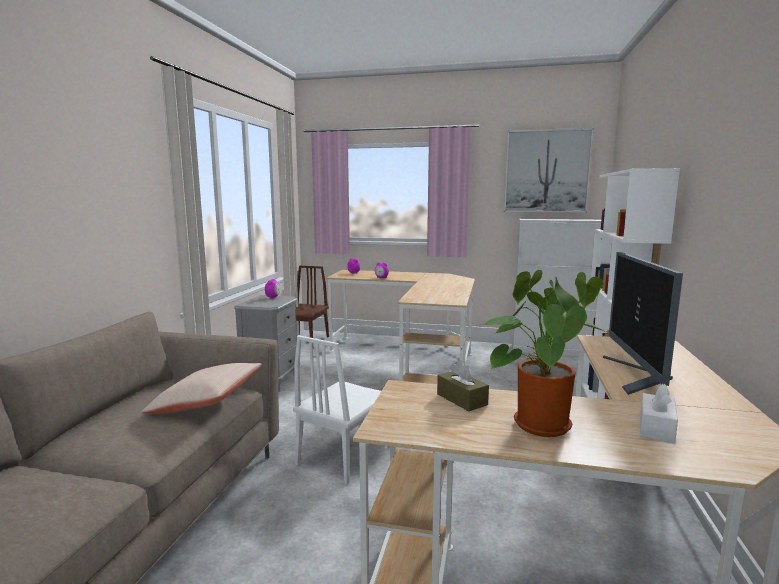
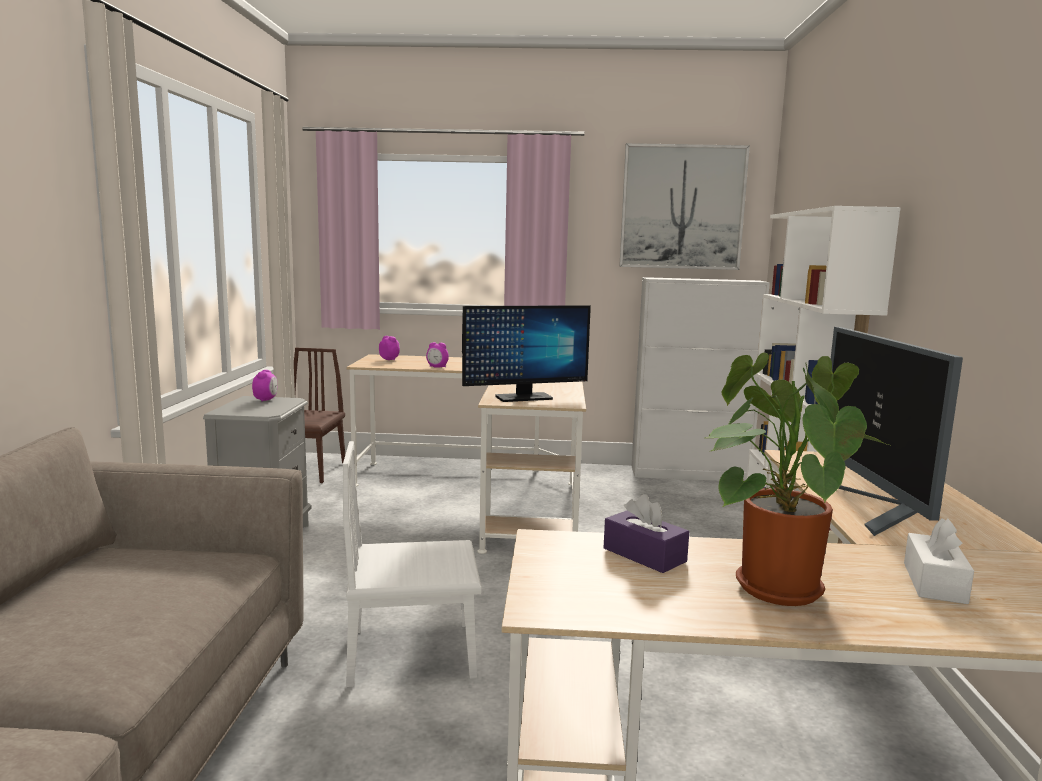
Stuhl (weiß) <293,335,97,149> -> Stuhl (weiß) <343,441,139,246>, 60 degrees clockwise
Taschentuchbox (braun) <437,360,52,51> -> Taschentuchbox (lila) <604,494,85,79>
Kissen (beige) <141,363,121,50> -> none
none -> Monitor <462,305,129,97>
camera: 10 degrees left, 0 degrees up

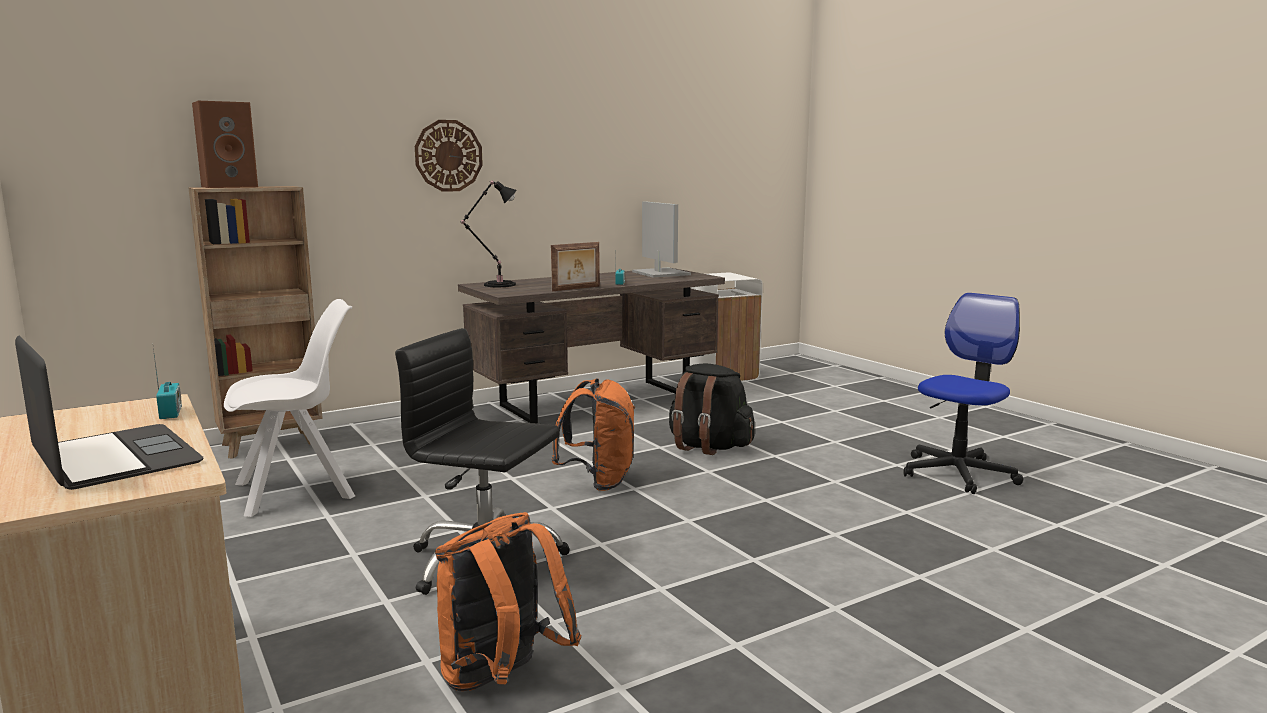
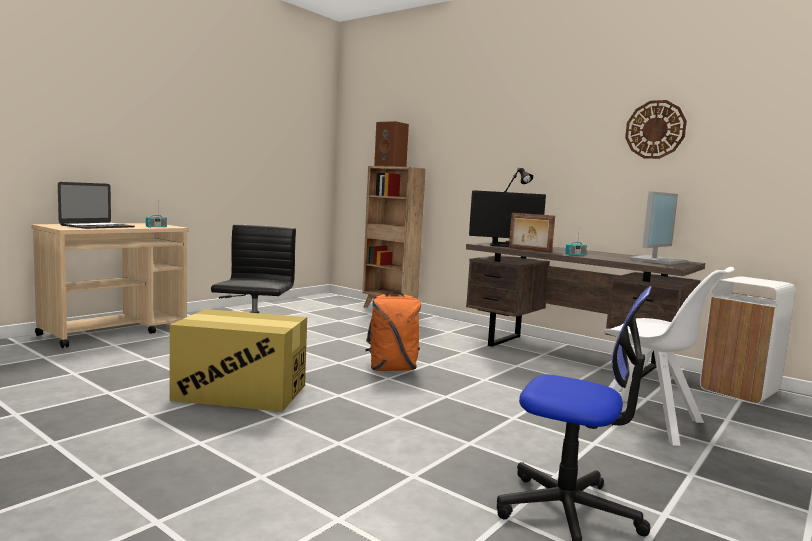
Wanduhr <415,120,68,72> -> Wanduhr <625,100,62,59>, shifted
Stuhl (weiß) <224,299,131,218> -> Stuhl (weiß) <602,267,133,179>, shifted
Rucksack (schwarz) <669,364,86,91> -> none
Rucksack (orange) <435,512,146,179> -> none
none -> Monitor <469,190,77,57>
none -> Karton <170,309,137,103>
camera: 70 degrees right, 5 degrees down

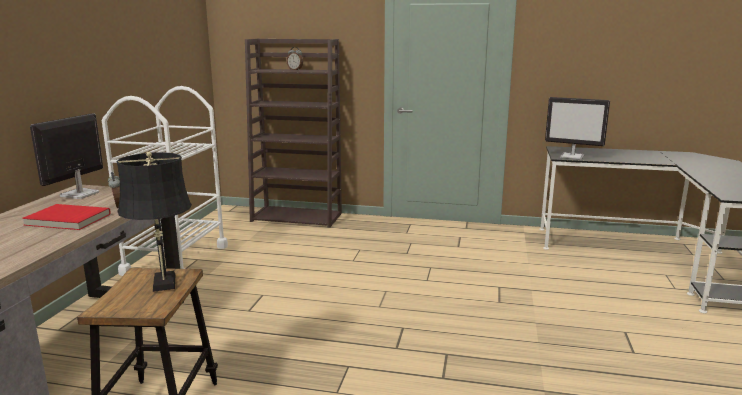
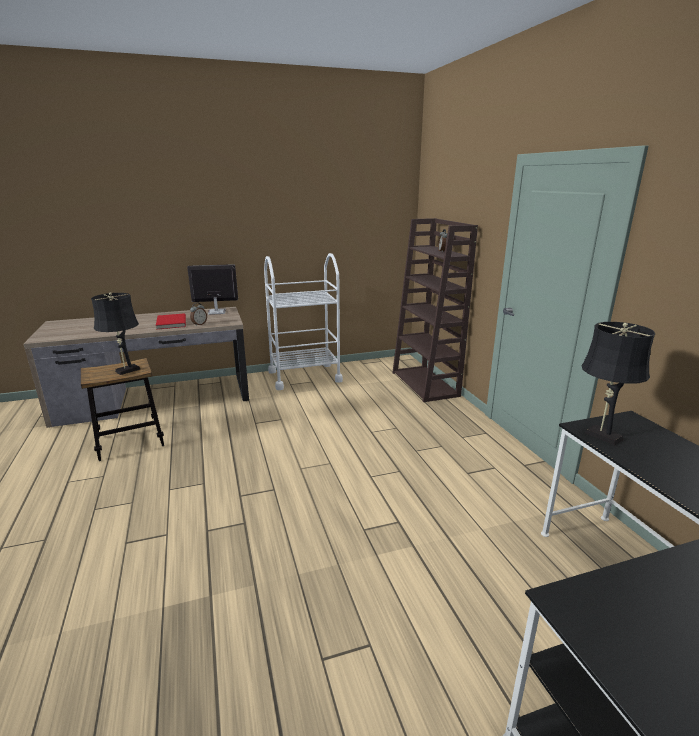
Monitor <545,97,65,62> -> Tischlampe (schwarz) <581,322,75,124>
camera: 60 degrees right, 5 degrees up

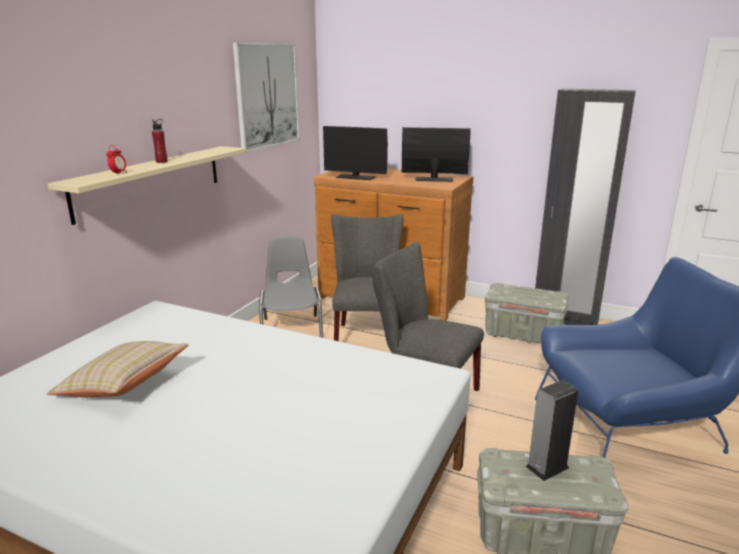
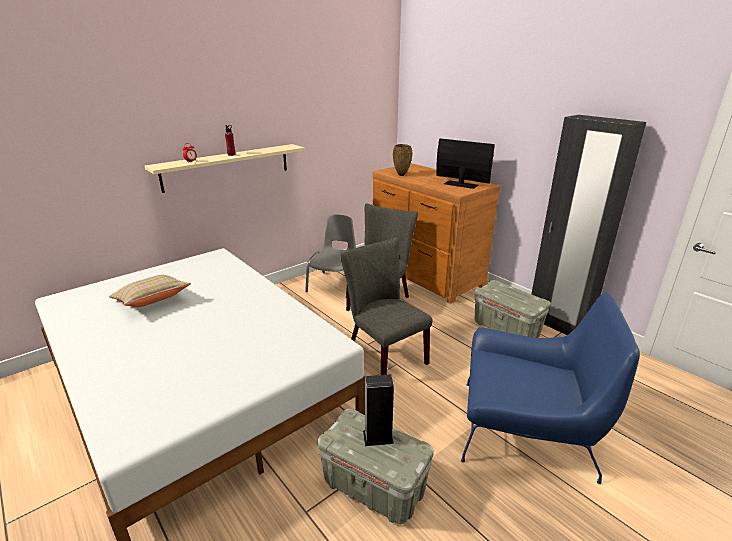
Bild <233,42,67,111> -> none
Monitor <323,126,65,54> -> Vase (braun) <393,144,19,32>
camera: 25 degrees right, 5 degrees up

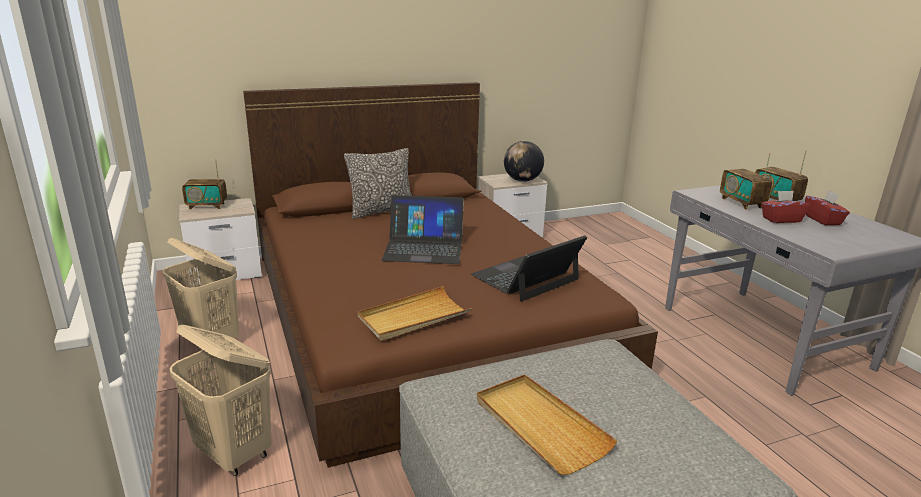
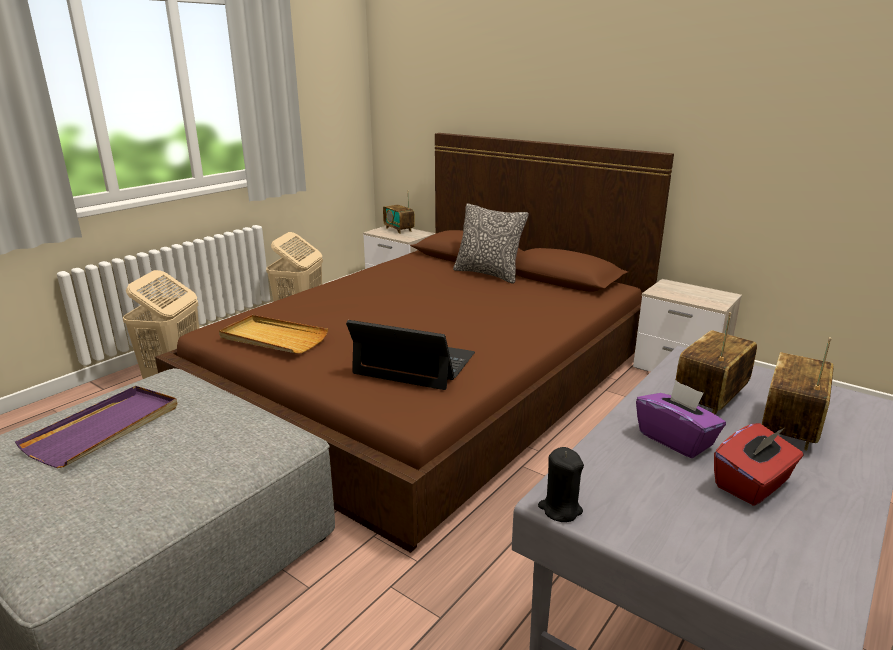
Globus <504,141,40,41> -> none
Taschentuchbox (rot) <761,191,49,32> -> Taschentuchbox (lila) <636,380,90,78>
Laptop <382,195,82,69> -> none
Tablett (beige) <476,374,141,101> -> Tablett (lila) <15,386,162,82>
none -> Kerze (schwarz) <538,447,46,75>
camera: 60 degrees right, 0 degrees up

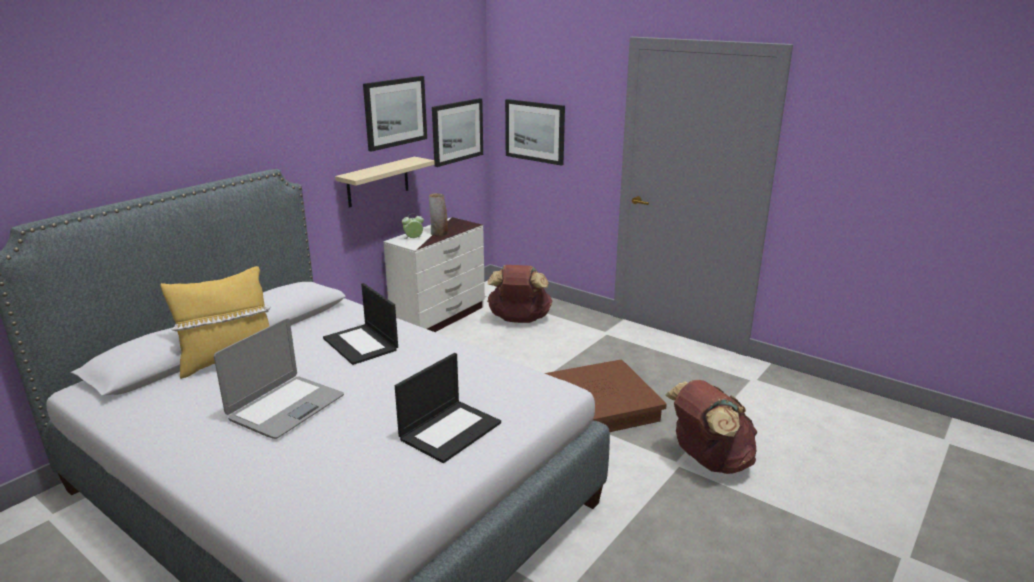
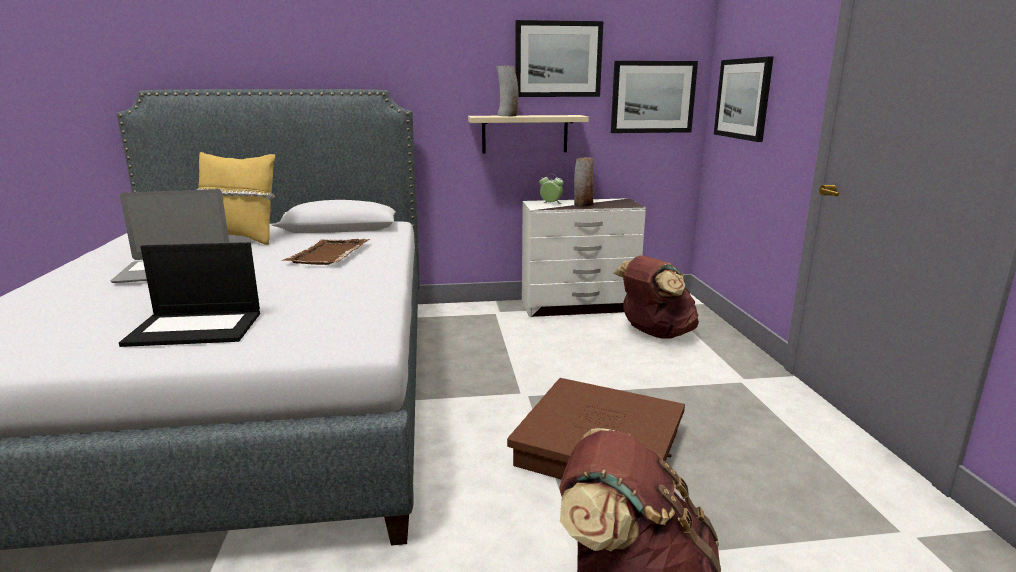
Laptop <323,283,75,82> -> Tablett (braun) <282,239,88,26>
none -> Vase <496,66,23,50>
camera: 45 degrees right, 5 degrees down

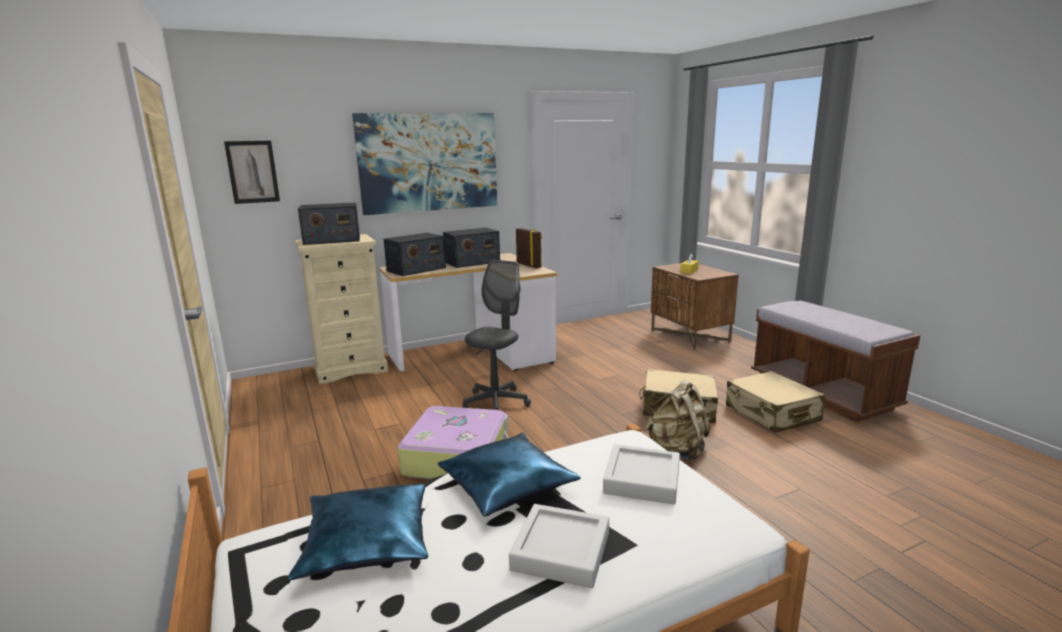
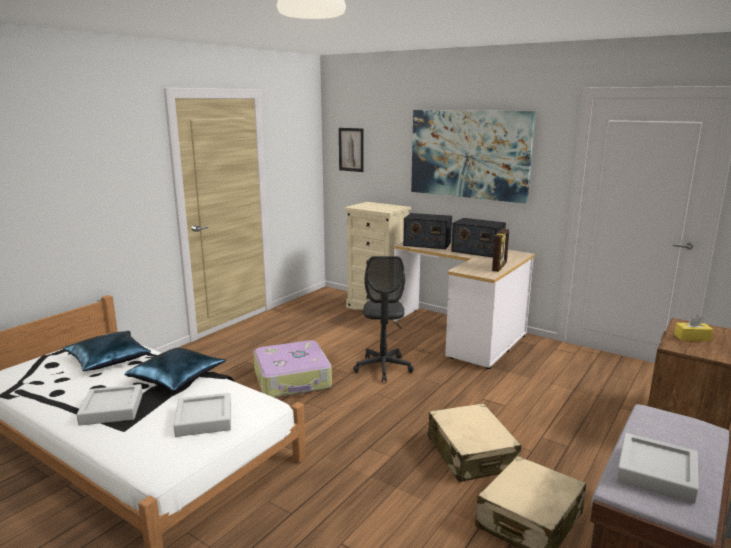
Radio <298,202,62,43> -> none
Bürostuhl (grau) <463,260,68,150> -> Bürostuhl (grau) <353,256,61,126>, 90 degrees clockwise
Rucksack (beige) <645,381,66,80> -> none
none -> Tablett (grau) <616,433,82,71>
camera: 60 degrees right, 0 degrees up

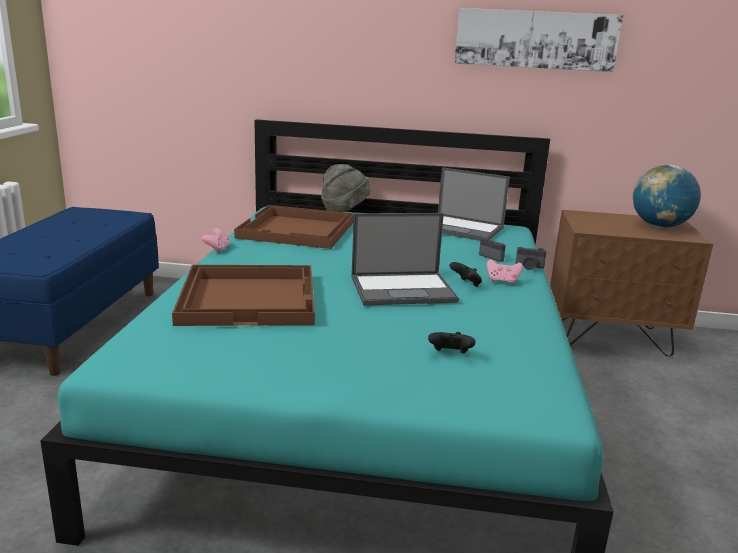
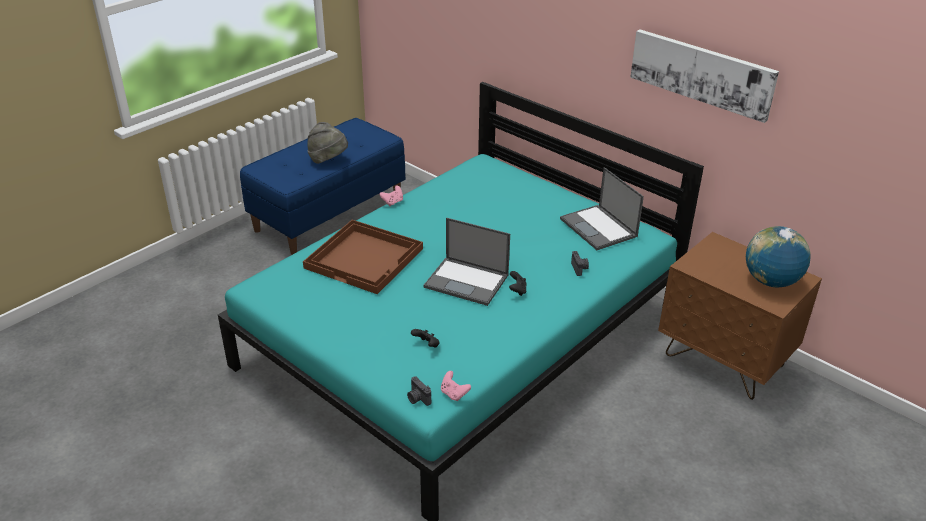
Hut (grau) <321,164,49,48> -> Hut (grau) <307,122,41,42>, shifted
Tablett (braun) <234,205,120,44> -> none
Kamera <515,247,32,23> -> Kamera <407,376,24,30>, shifted
Gamepad (rosa) <487,259,36,26> -> Gamepad (rosa) <441,371,30,30>, shifted
camera: 35 degrees right, 15 degrees up

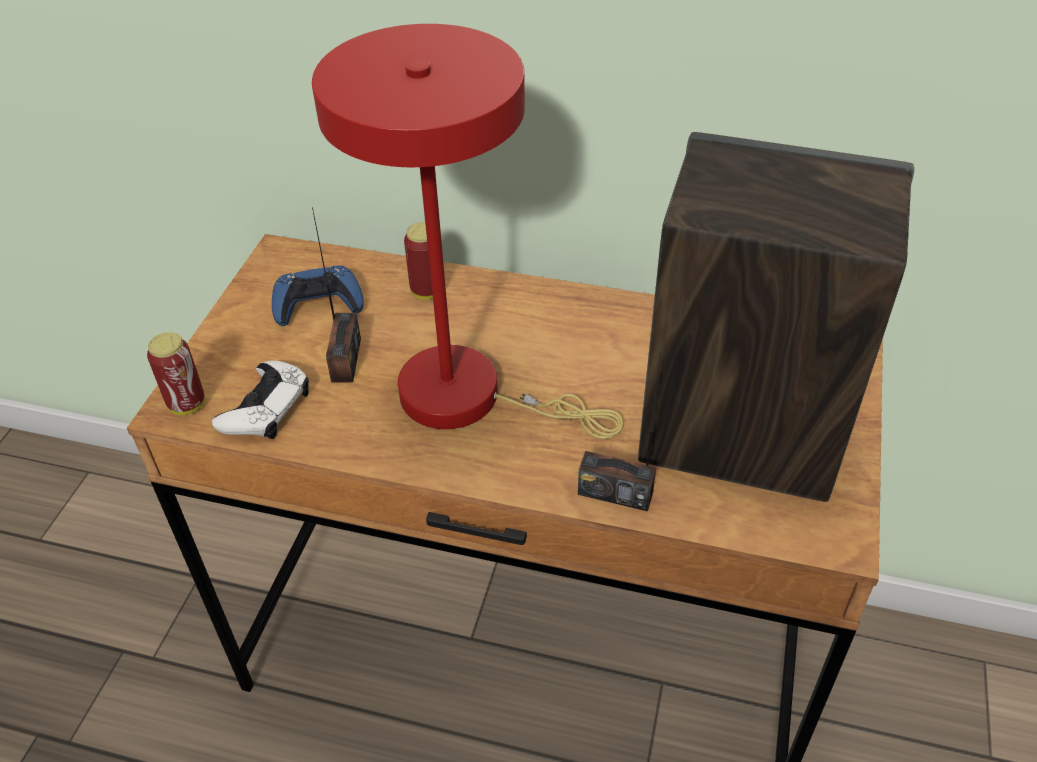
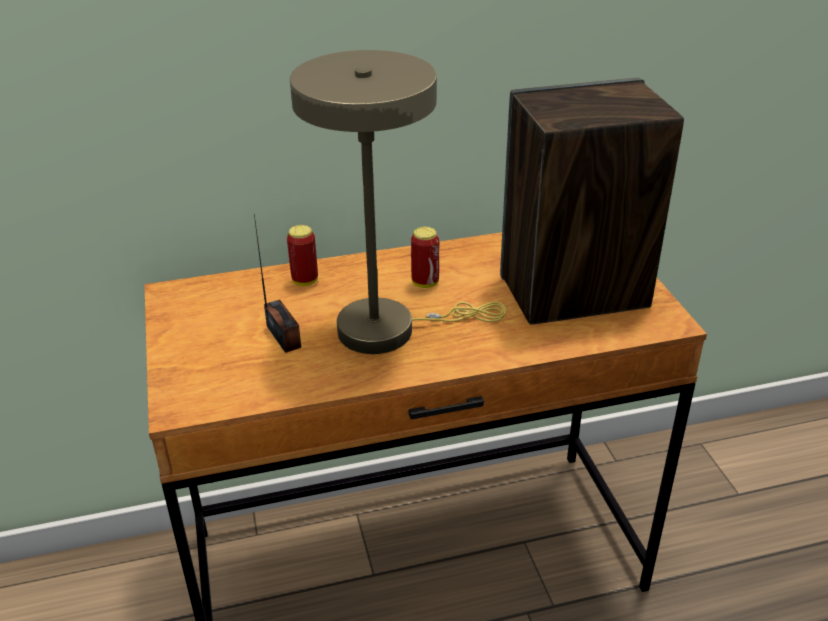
Tischlampe (rot) <312,24,311,415> -> Tischlampe (beige) <290,50,216,304>
Gamepad (blau) <272,266,92,60> -> none
Dose <147,332,58,83> -> Dose <411,227,28,61>, shifted
Radio <578,352,83,159> -> none
Gamepad (weiß) <212,360,97,79> -> none
camera: 30 degrees left, 10 degrees down

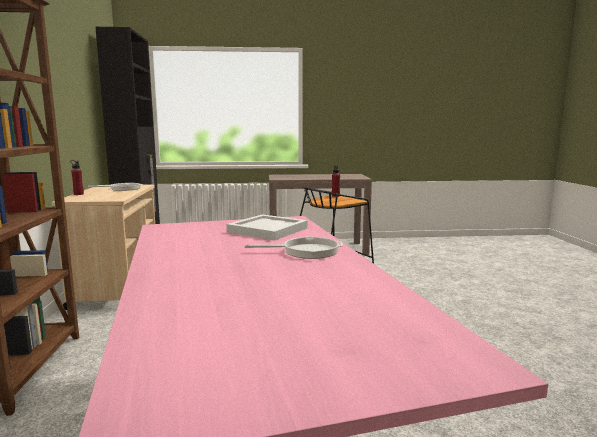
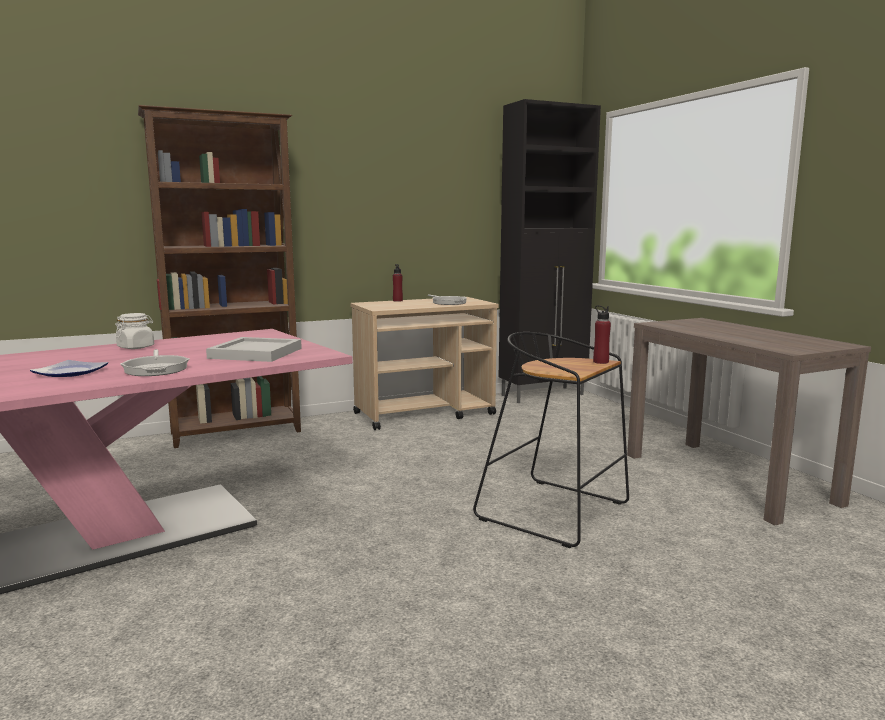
none -> Vorratsglas (weiß) <115,313,39,36>
none -> Teller <30,360,78,17>
camera: 70 degrees right, 0 degrees up

